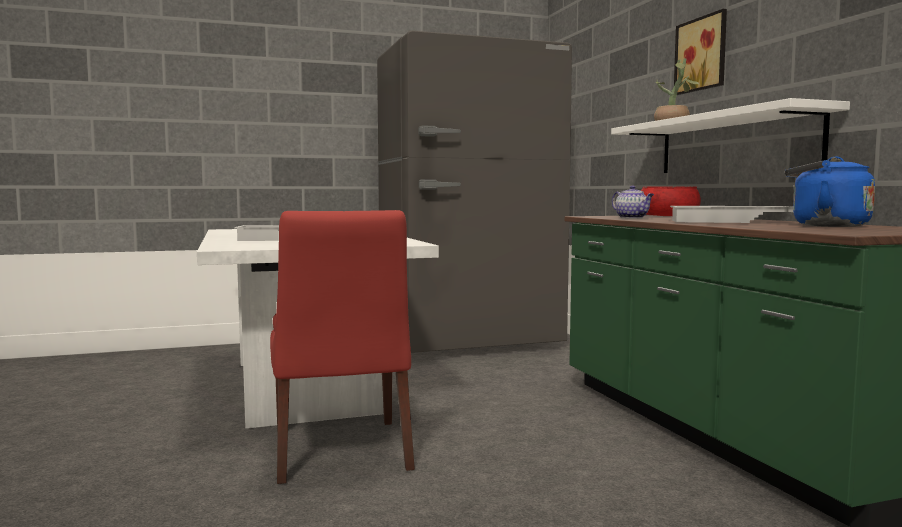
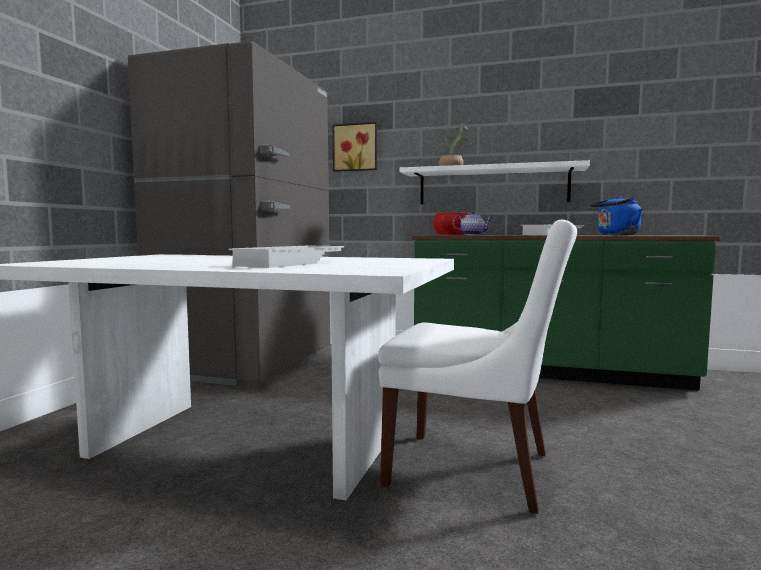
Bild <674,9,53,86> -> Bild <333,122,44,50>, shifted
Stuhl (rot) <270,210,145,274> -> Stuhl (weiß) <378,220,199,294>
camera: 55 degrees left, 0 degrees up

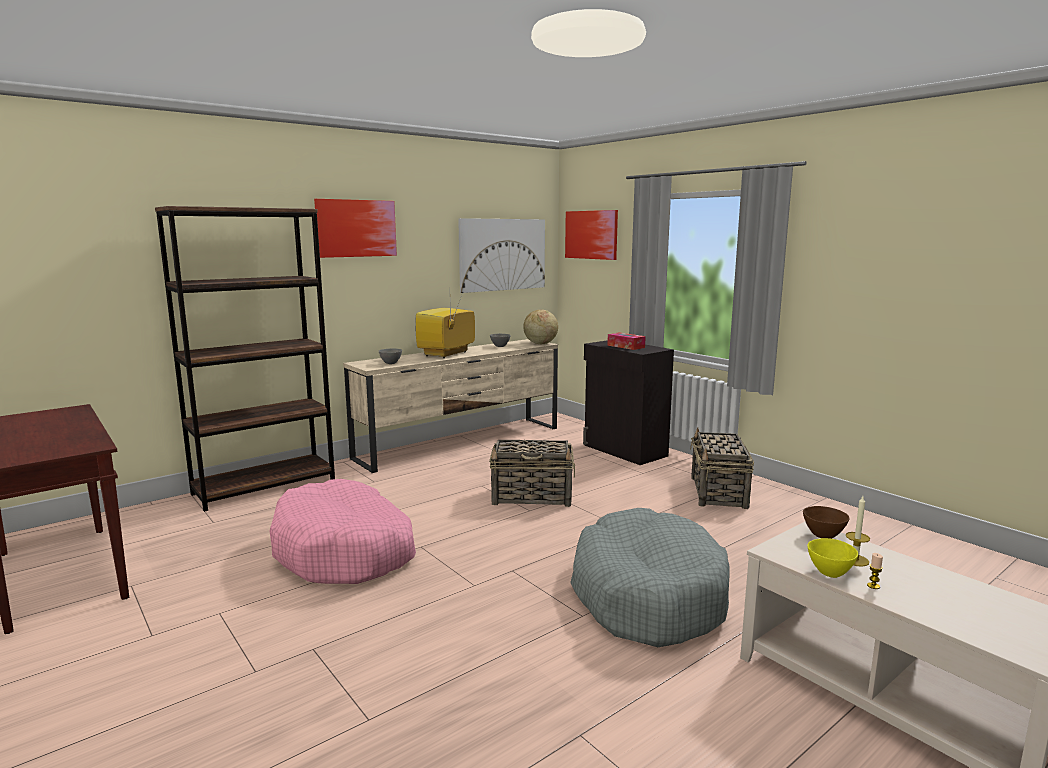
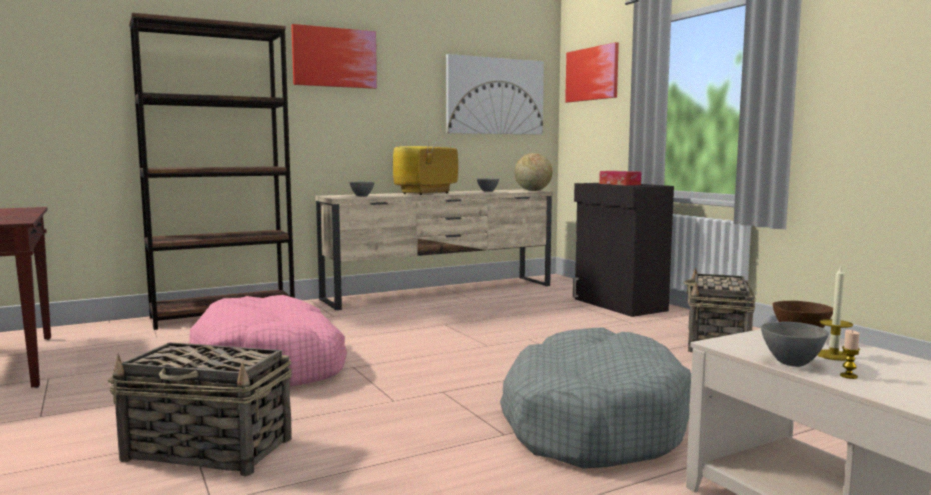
Korb <489,440,86,67> -> Korb <108,342,184,135>, shifted
Schüssel (gelb) <807,538,51,40> -> Schüssel (grau) <761,322,68,45>
camera: 10 degrees right, 5 degrees down

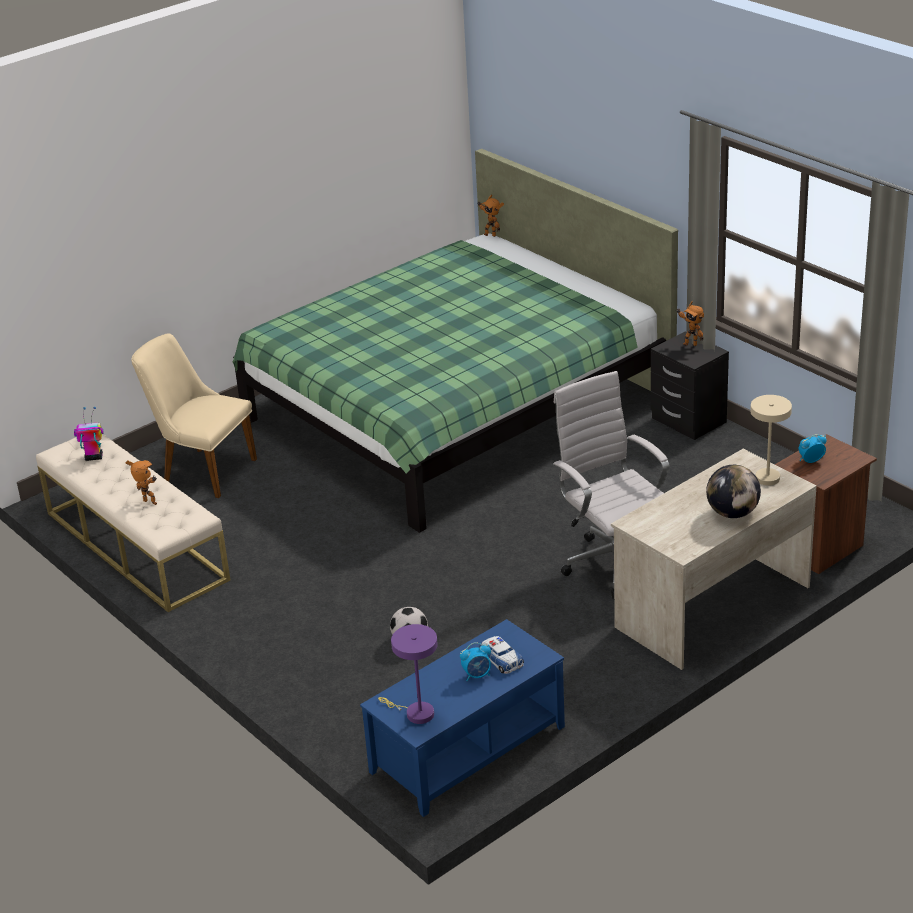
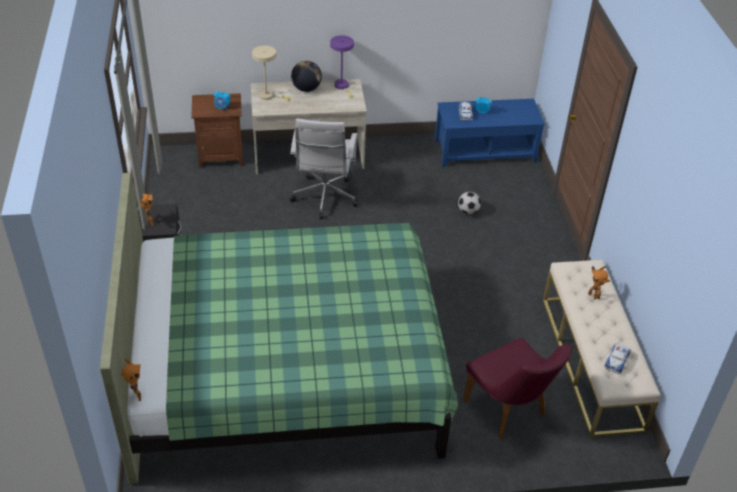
Stuhl (beige) <131,333,126,165> -> Stuhl (lila) <463,337,109,102>
Spielzeugroboter <74,407,30,54> -> Spielzeugauto <604,344,27,30>
Tischlampe (lila) <378,624,60,100> -> Tischlampe (lila) <330,35,24,63>, shifted
camera: 150 degrees left, 10 degrees up

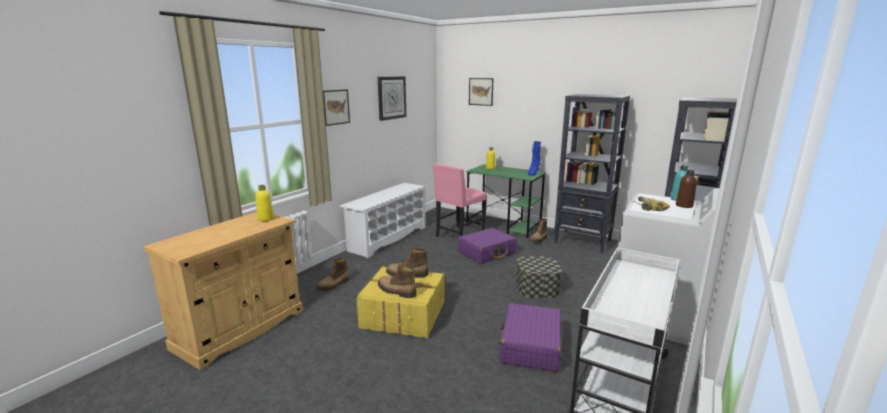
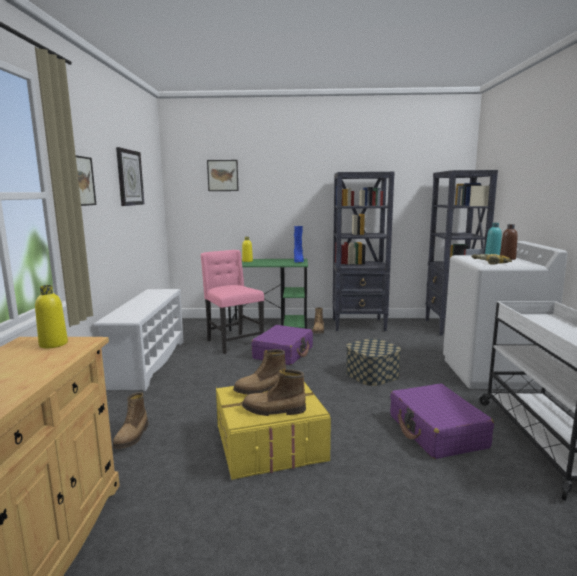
Stuhl (rosa) <433,164,54,73> -> Stuhl (rosa) <200,250,64,104>, 135 degrees clockwise
camera: 30 degrees left, 5 degrees down

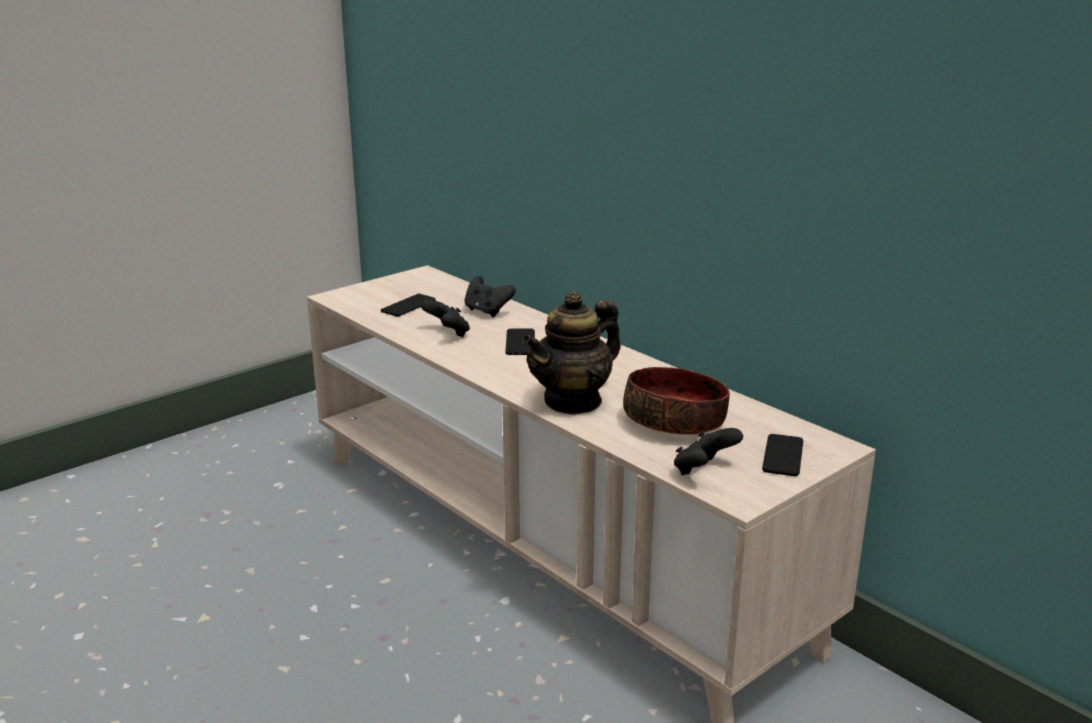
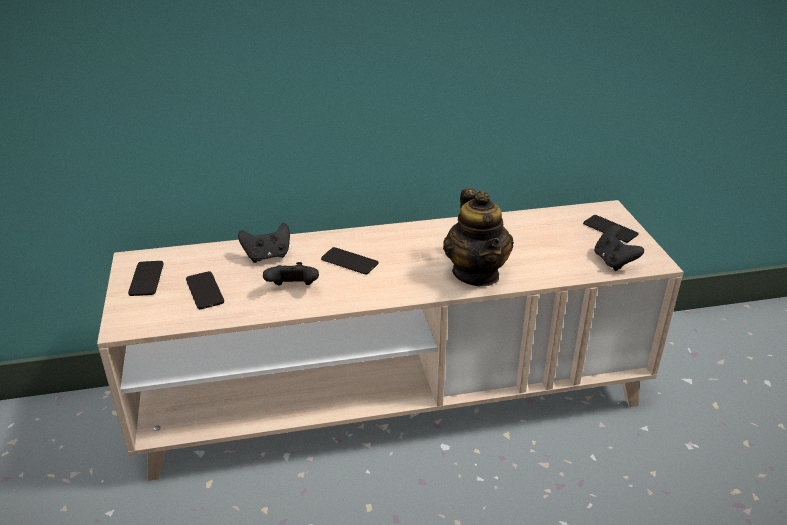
Schüssel <623,367,107,68> -> none
none -> Handy <128,261,36,35>
camera: 60 degrees left, 10 degrees up

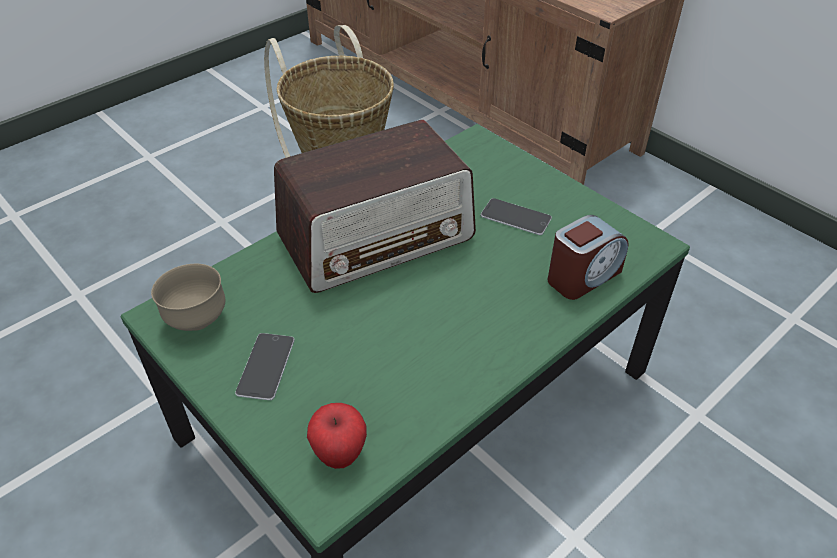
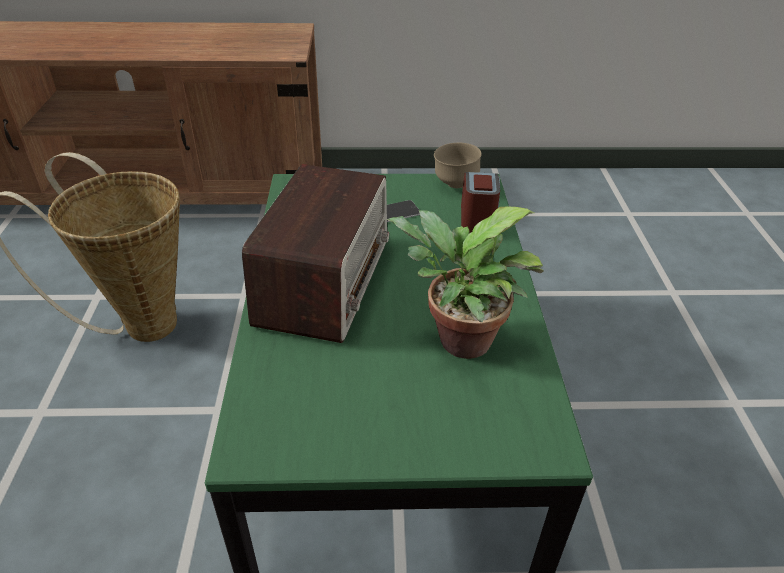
Schüssel (braun) <151,264,74,67> -> Schüssel (braun) <434,143,48,45>, shifted
Handy <235,333,60,67> -> none
Apfel <307,403,60,66> -> none
none -> Topfpflanze <386,207,158,152>
camera: 50 degrees left, 5 degrees down

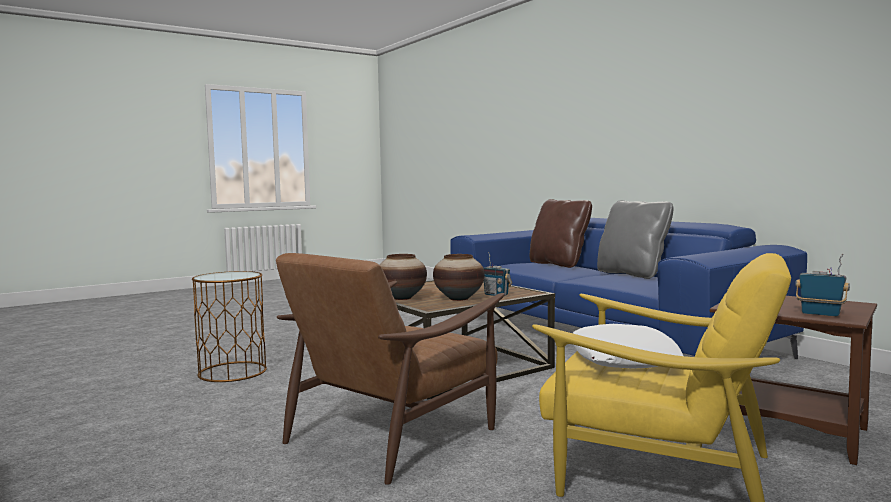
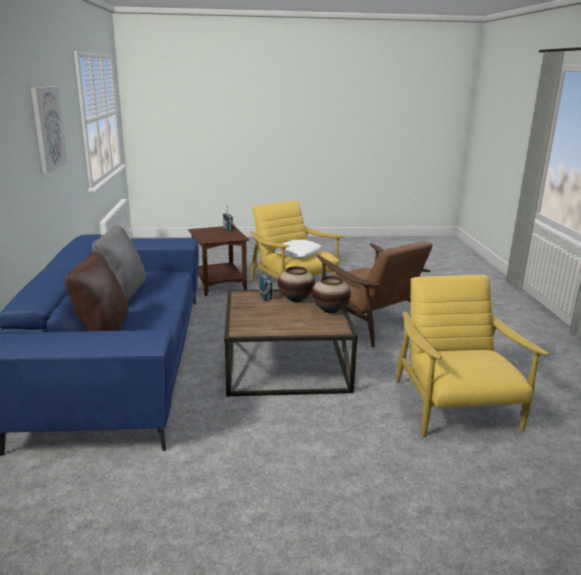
Sessel (braun) <276,253,229,232> -> Sessel (braun) <317,241,116,107>, 75 degrees clockwise
Beistelltisch (braun) <192,271,75,111> -> Sessel (gelb) <396,275,153,162>
none -> Bild <31,86,37,87>
camera: 150 degrees left, 15 degrees up

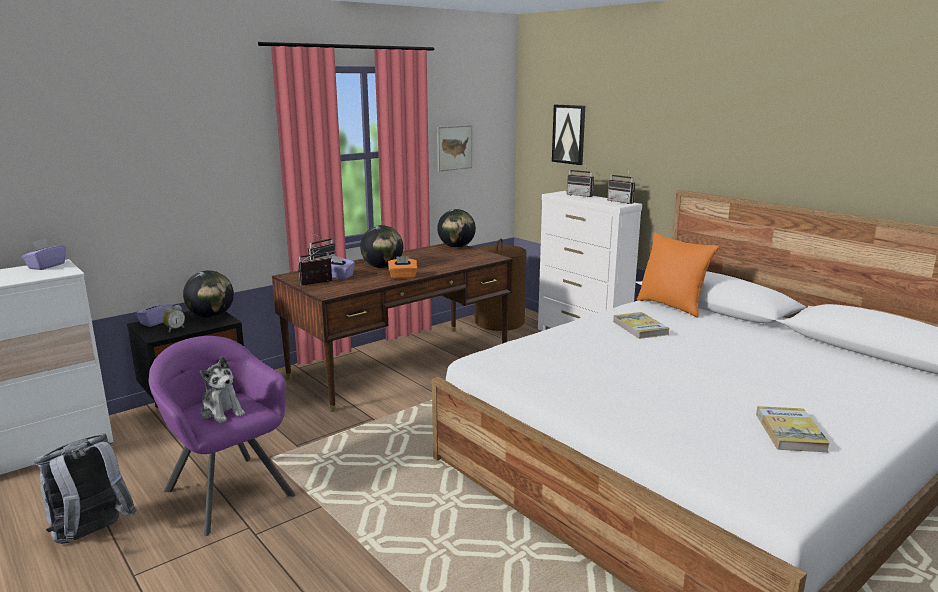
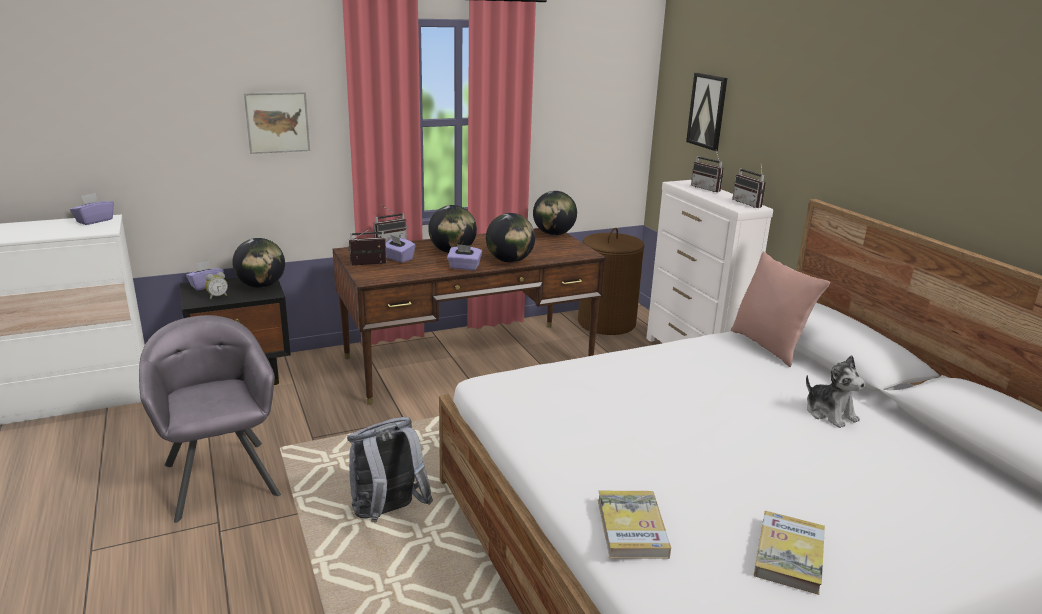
Bild <437,125,35,46> -> Bild <244,92,66,62>, shifted
Kissen (orange) <637,232,82,85> -> Kissen (rosa) <731,251,99,116>
Taschentuchbox (orange) <388,256,29,23> -> Taschentuchbox (lila) <447,244,35,26>
Buch <613,312,56,27> -> Buch <598,491,73,68>, shifted
Sessel (lila) <149,336,147,200> -> Sessel (grau) <139,315,142,208>
Plüschtier <200,357,45,66> -> Plüschtier <806,355,59,73>, shifted
Rucksack (grau) <34,433,103,111> -> Rucksack (grau) <347,417,86,106>, shifted
none -> Globus <486,213,49,50>
camera: 15 degrees right, 5 degrees up

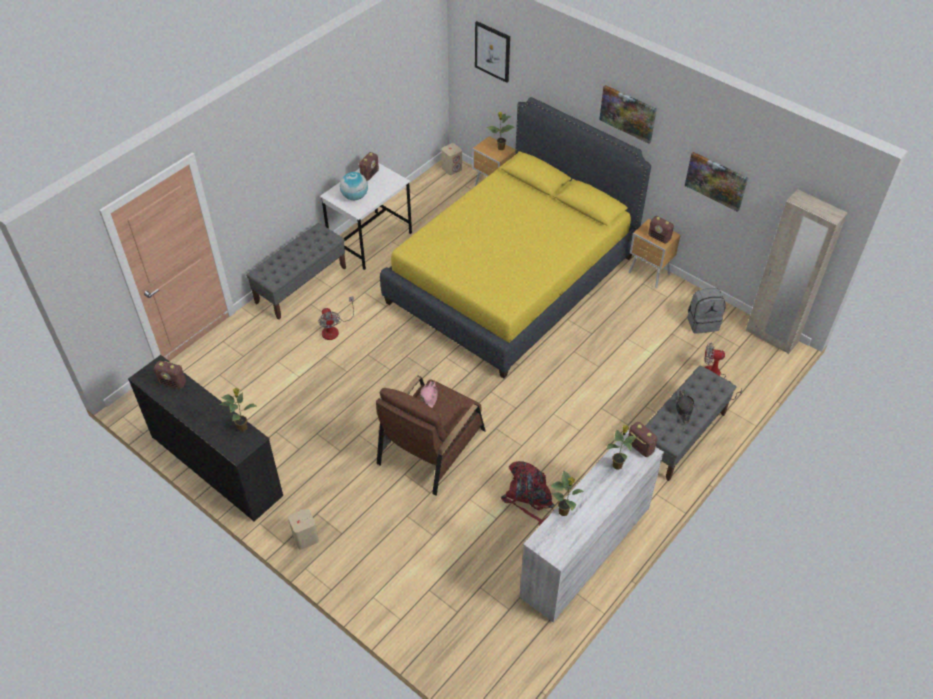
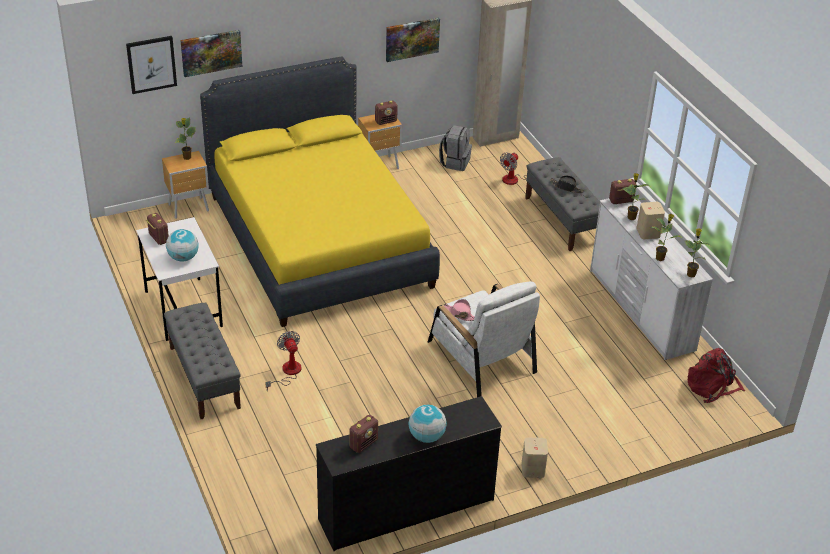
Bild <599,85,58,59> -> Bild <180,30,62,47>, shifted
Lautsprecher (beige) <441,143,21,32> -> Lautsprecher (beige) <636,202,29,37>, shifted
Ventilator <318,296,36,44> -> Ventilator <265,331,36,60>, 120 degrees counterclockwise
Sessel (braun) <376,376,110,120> -> Sessel (weiß) <428,281,112,116>
Topfpflanze <219,388,39,44> -> Topfpflanze <684,228,28,49>, shifted
Rucksack (rot) <501,461,54,64> -> Rucksack (rot) <688,348,57,55>, shifted
none -> Globus <408,404,39,39>
camera: 65 degrees left, 10 degrees down

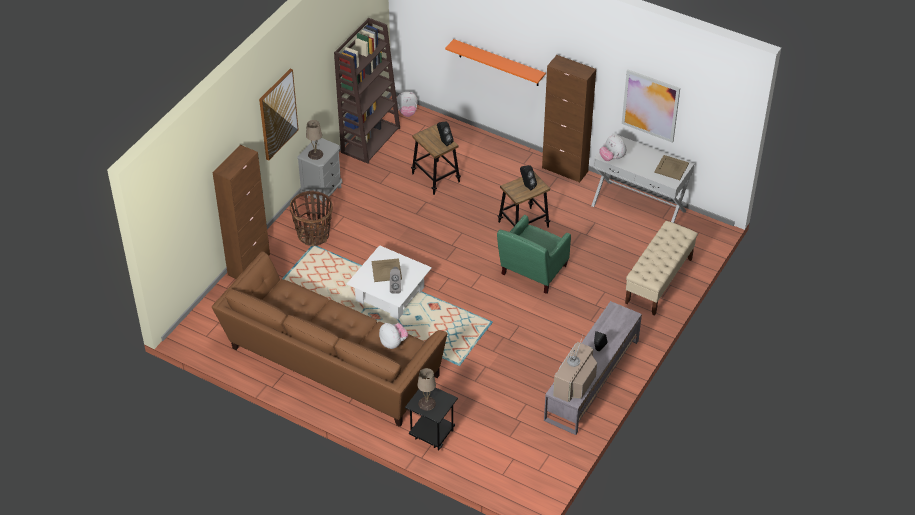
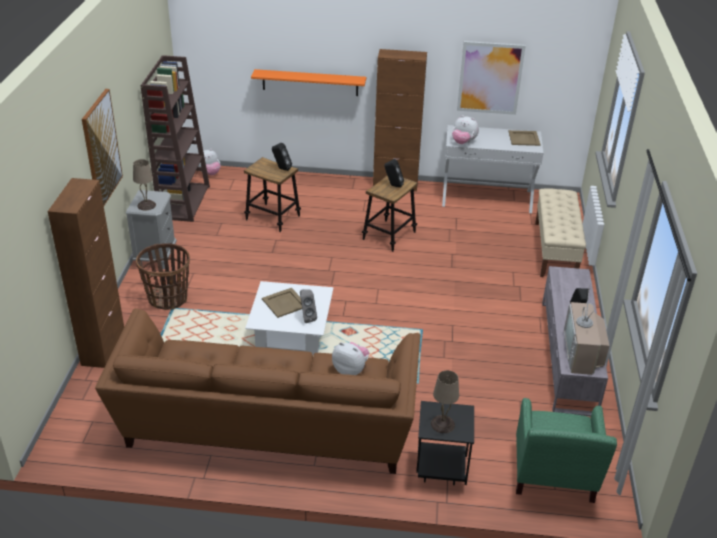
Sessel (grün) <497,215,74,79> -> Sessel (grün) <516,398,101,105>, shifted
camera: 25 degrees left, 10 degrees down

